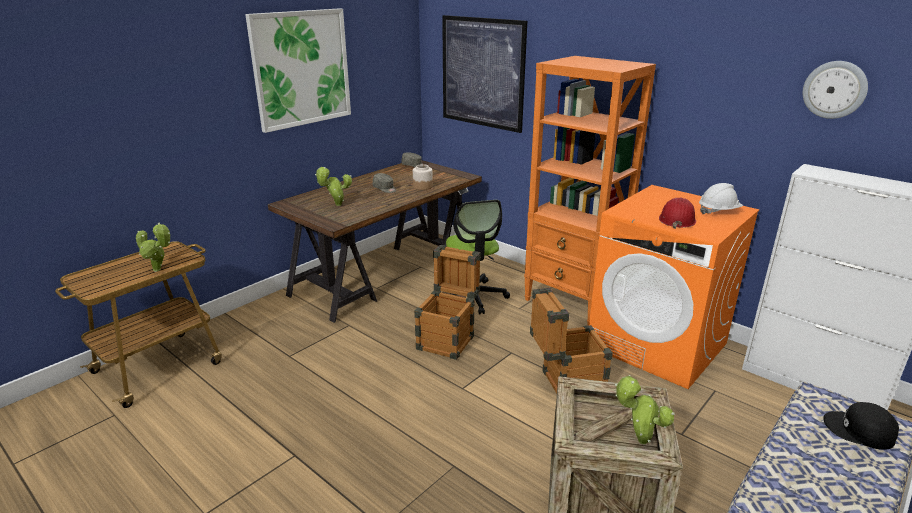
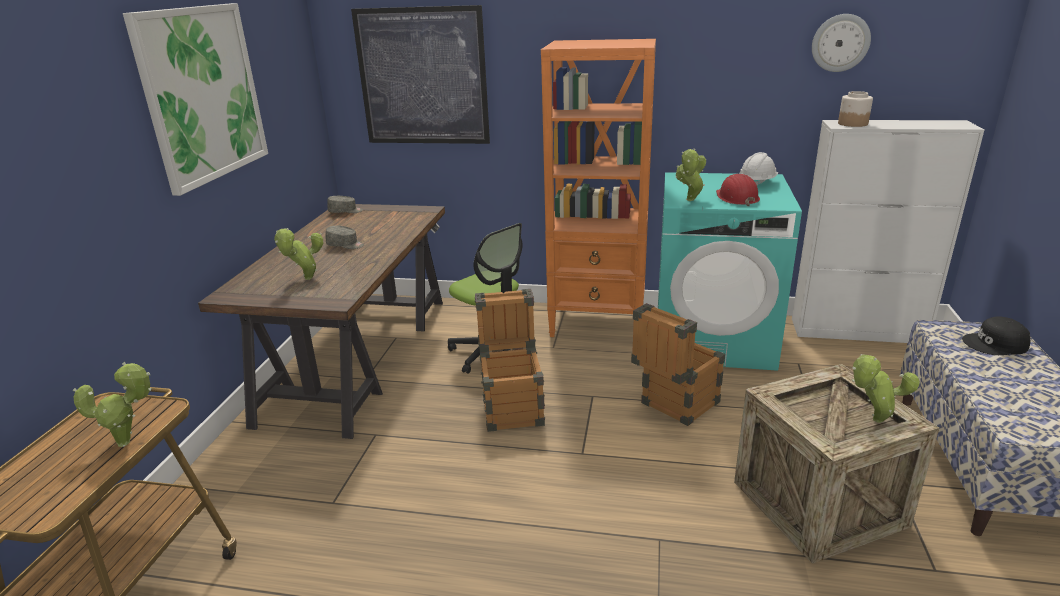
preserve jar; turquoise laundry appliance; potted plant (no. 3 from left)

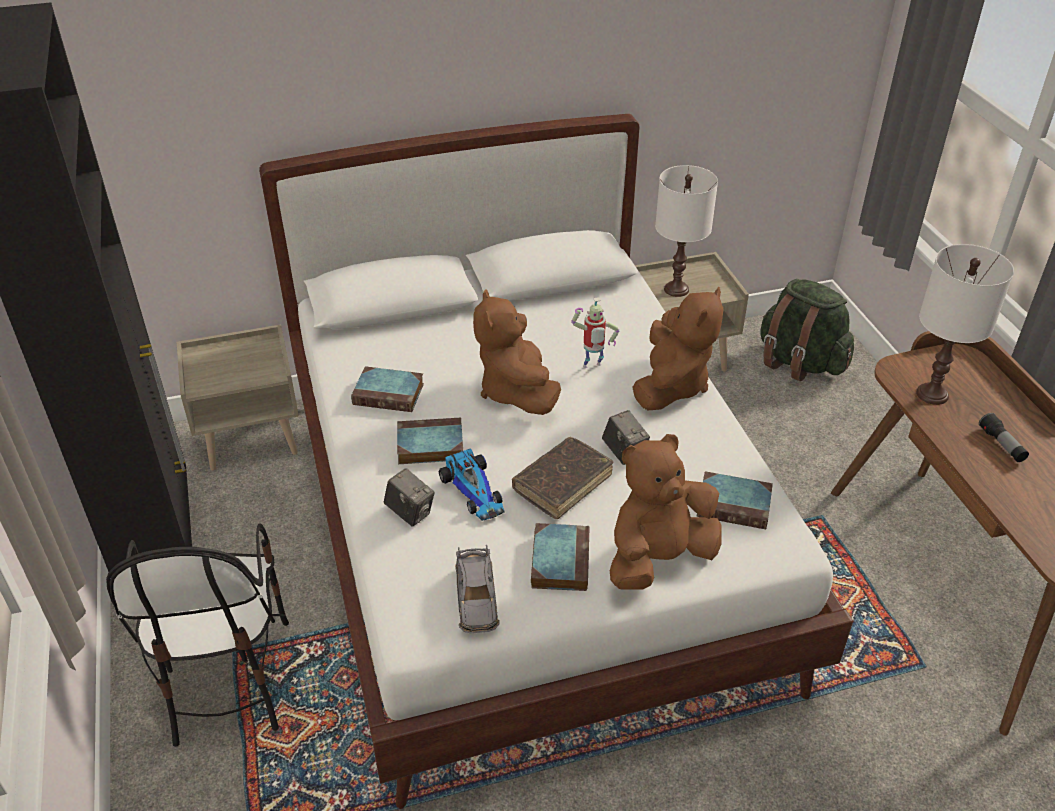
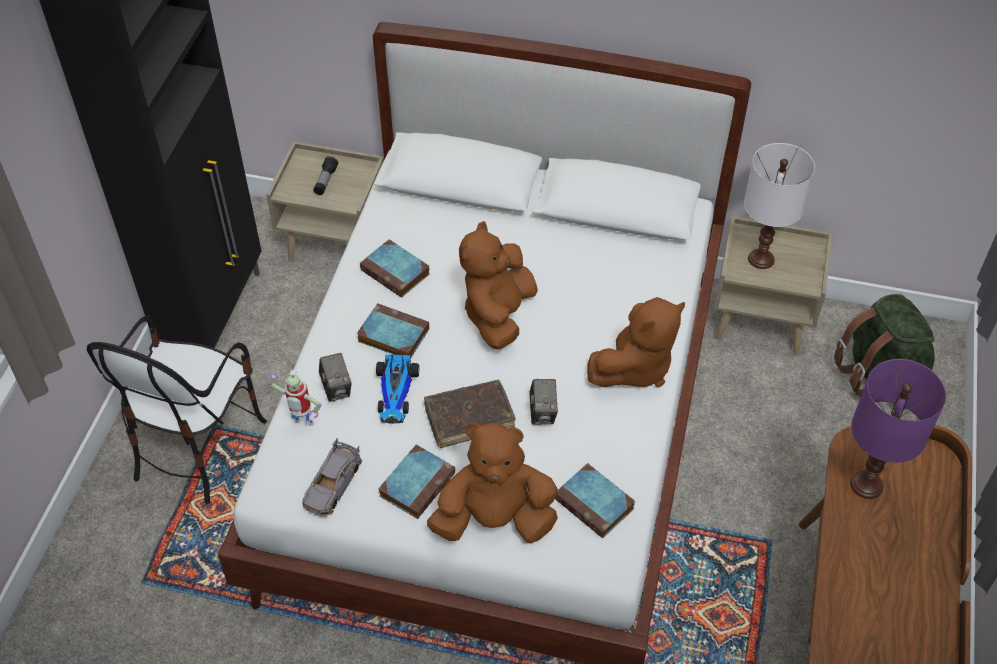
robot figure; purple-coloured tabletop lamp; torch

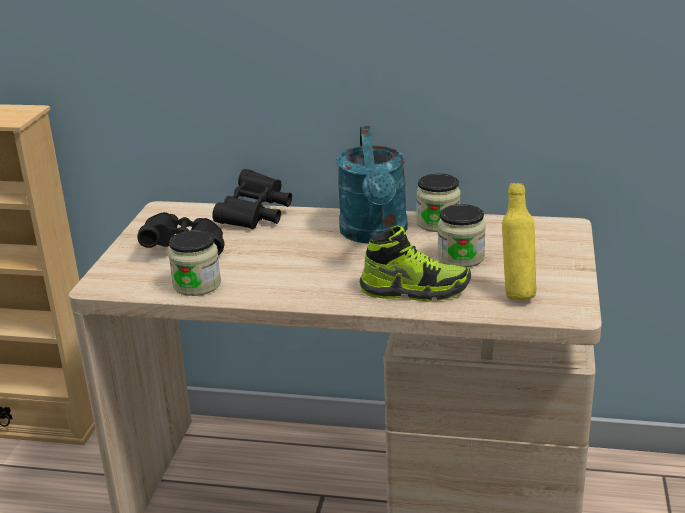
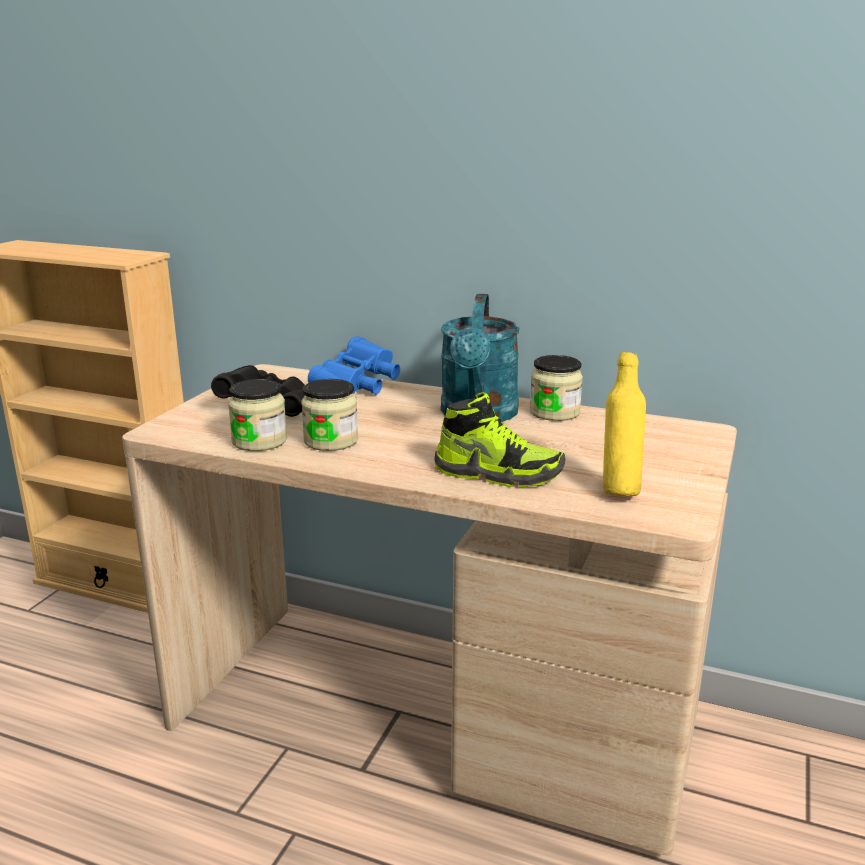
blue binoculars; preserve jar (no. 2 from left)

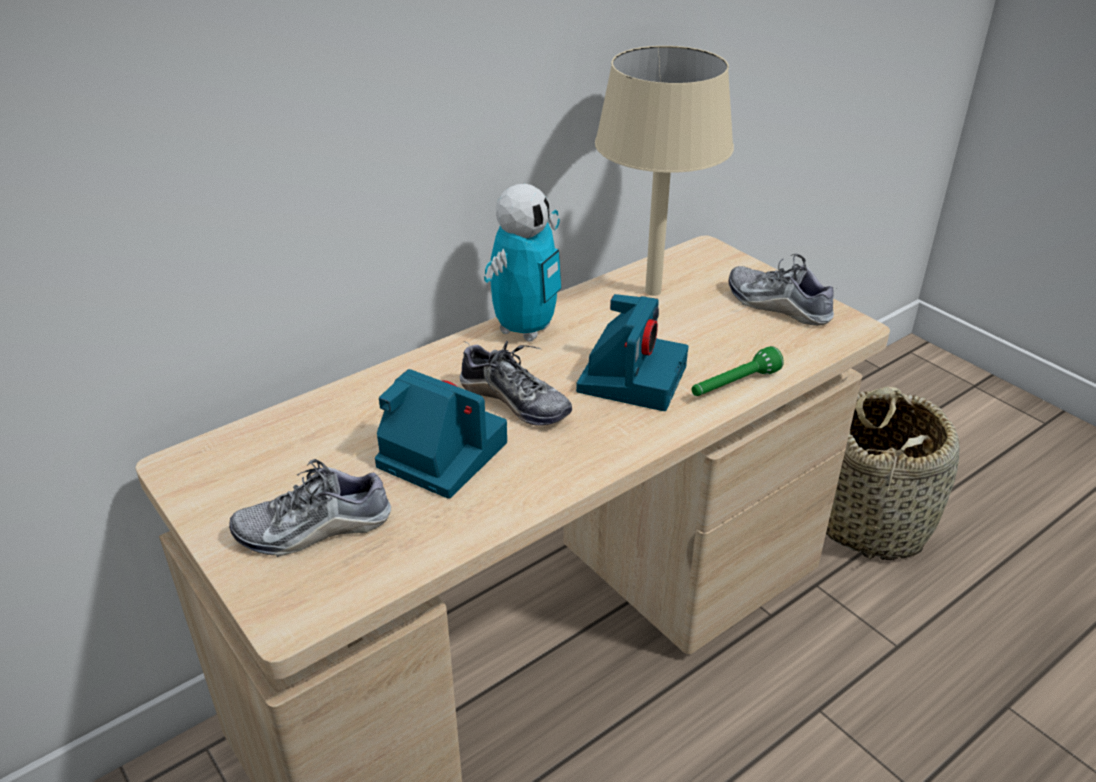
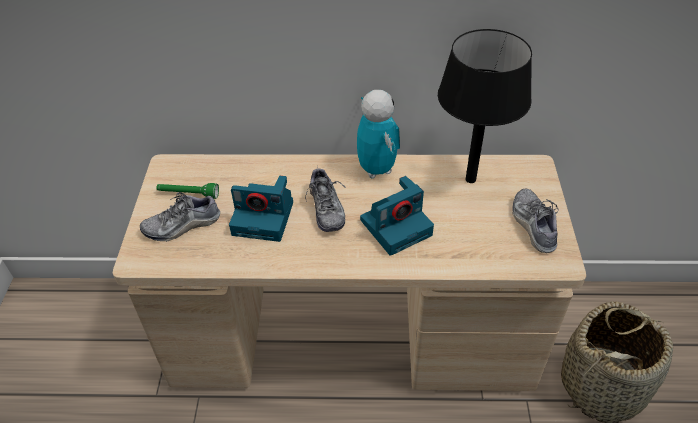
shoe (no. 1 from left); still camera (no. 1 from left); robot figure; black-coloured tabletop lamp; greenish torch

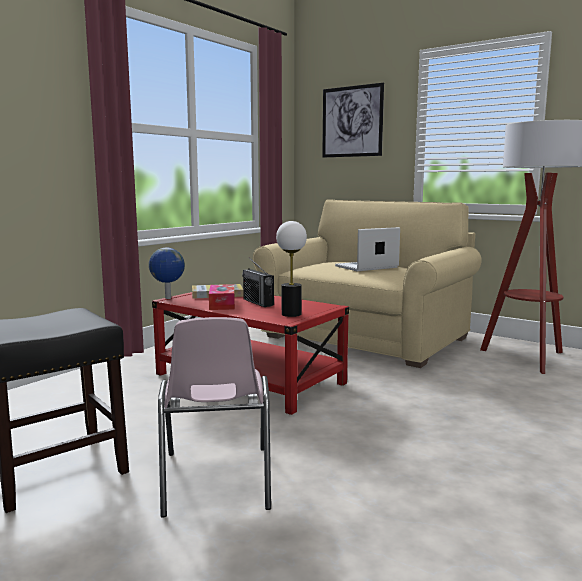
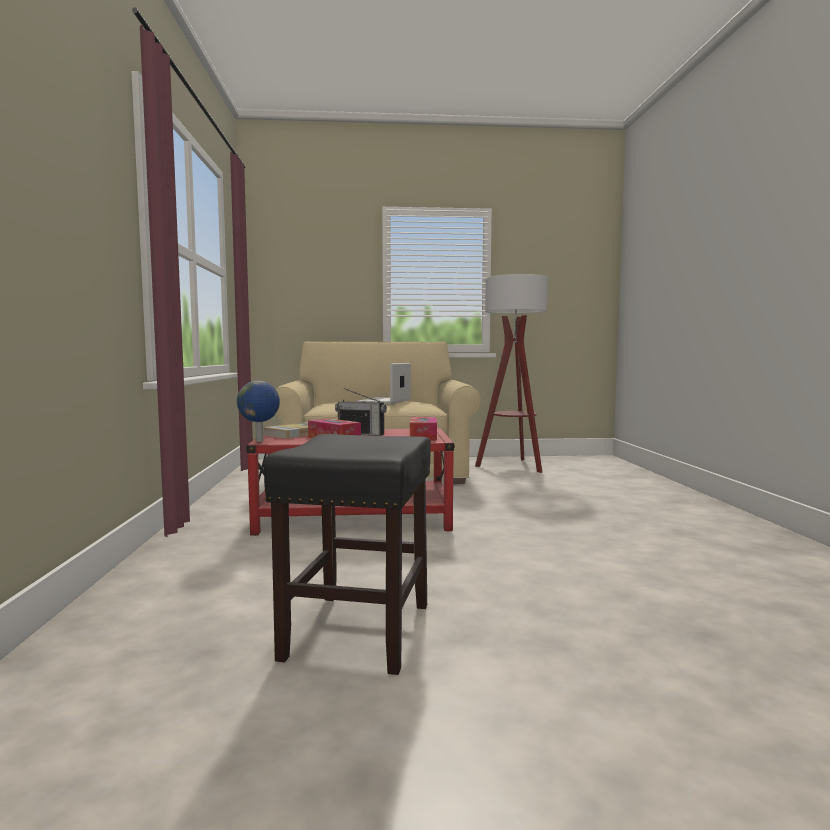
pinkish chair; tissue box (no. 2 from left); wall picture

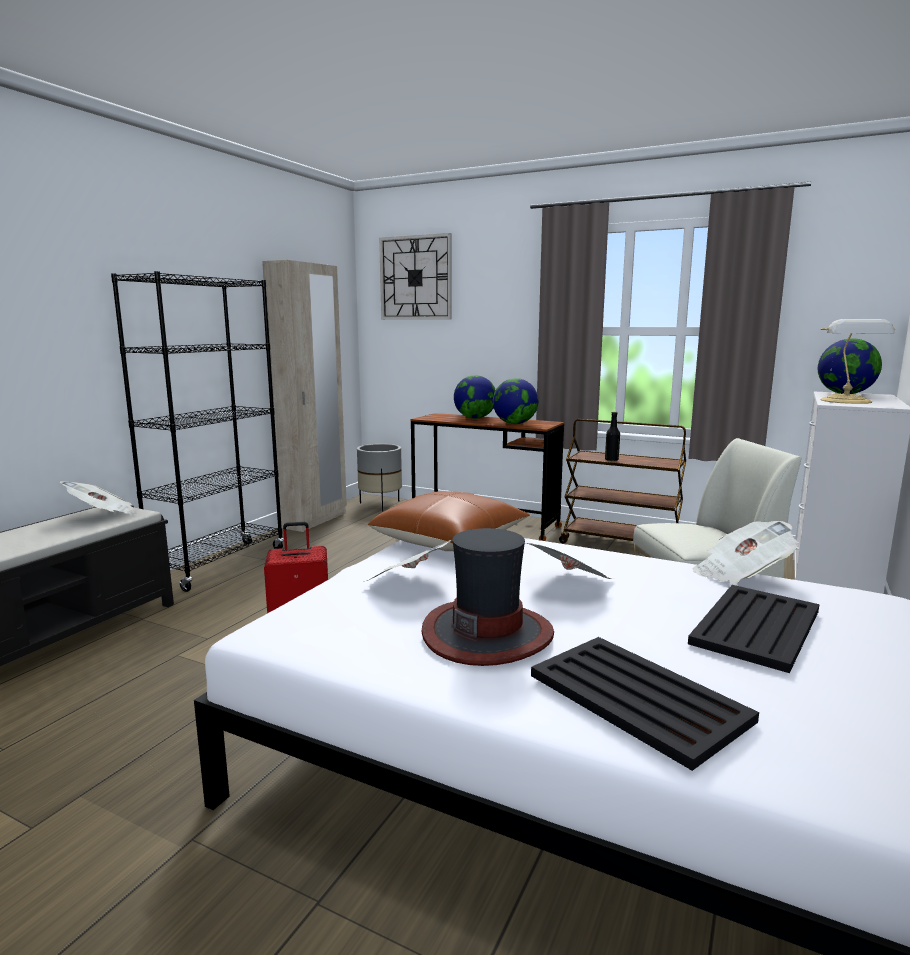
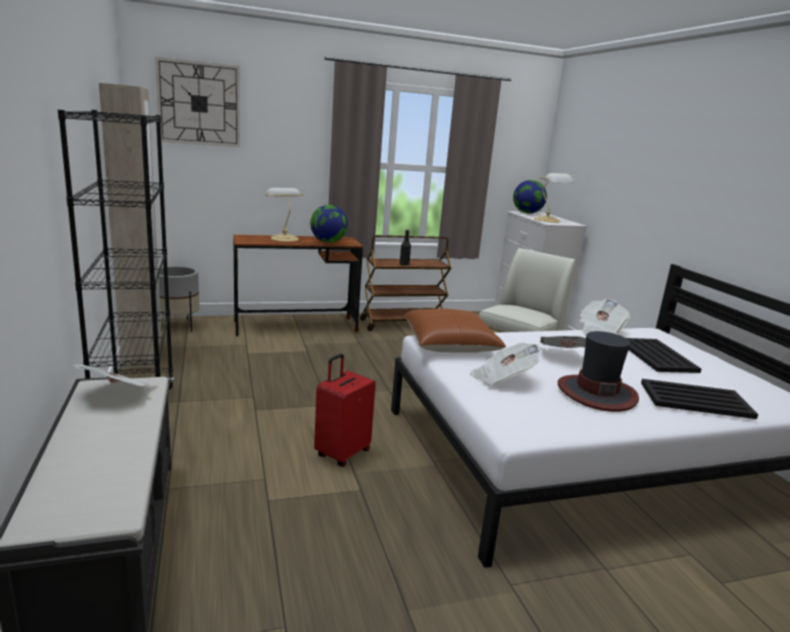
tabletop lamp (no. 1 from left)

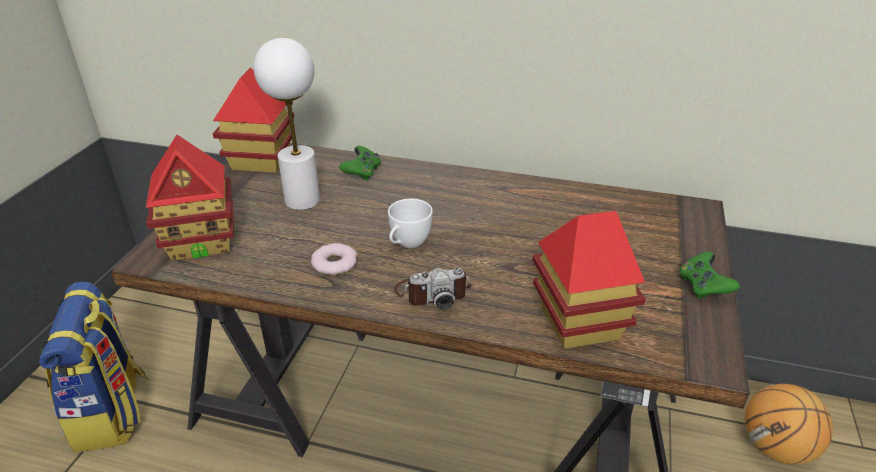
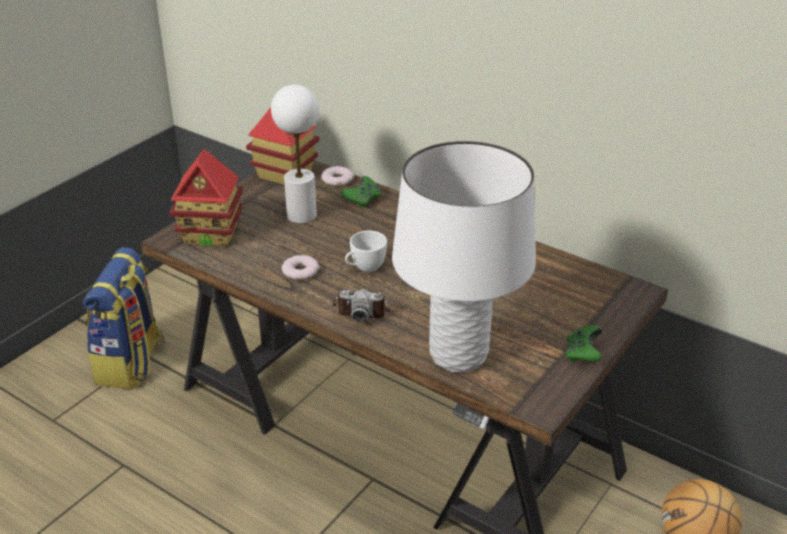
white-coloured tabletop lamp (no. 2 from left); donut (no. 2 from left)

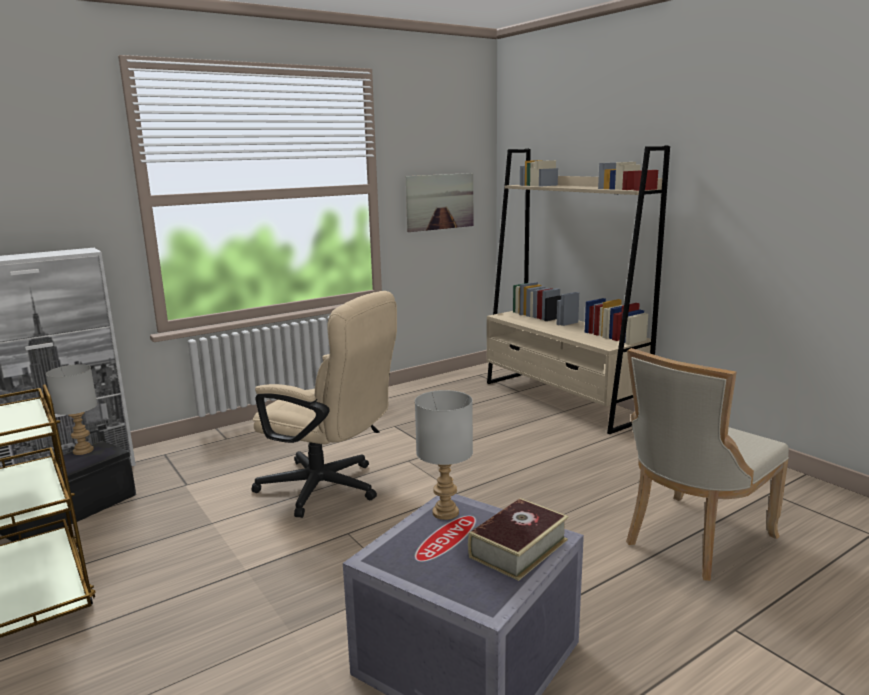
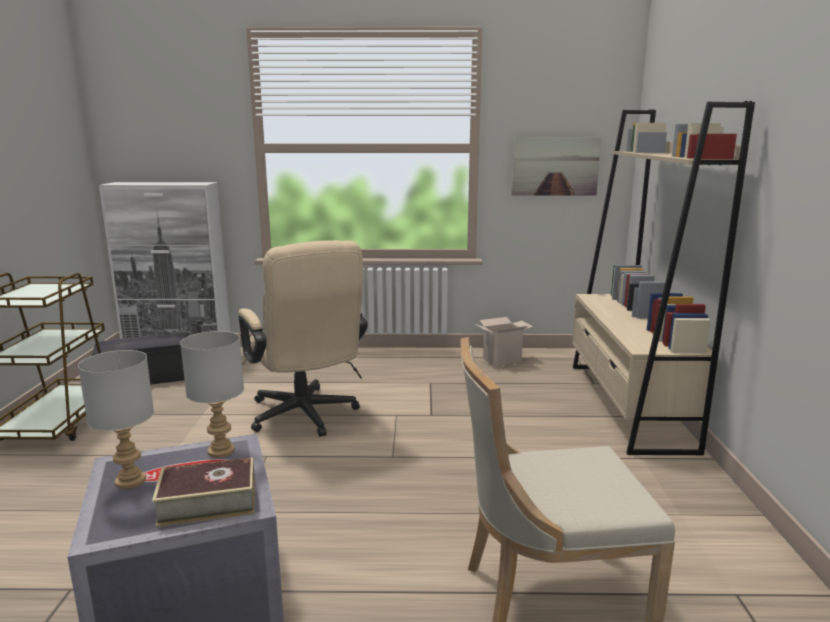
greyish tabletop lamp (no. 1 from left); carton

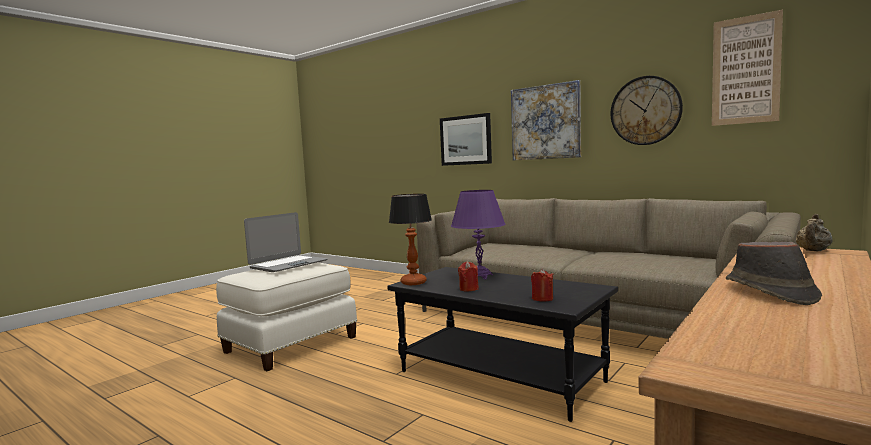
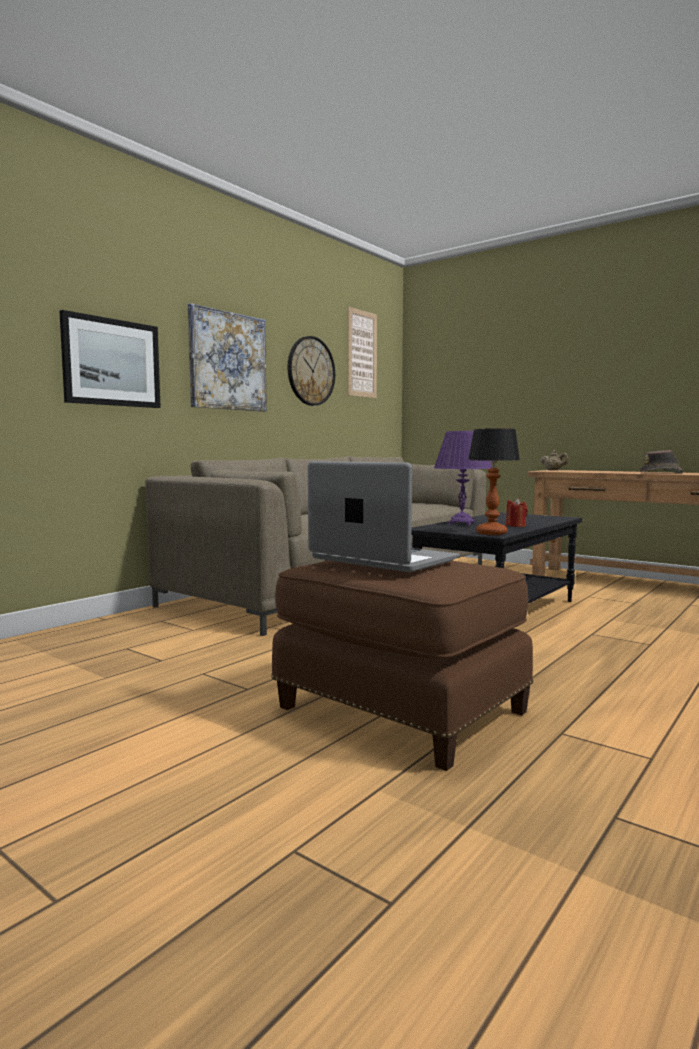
brownish pouffe; red candle (no. 2 from left in the first image)

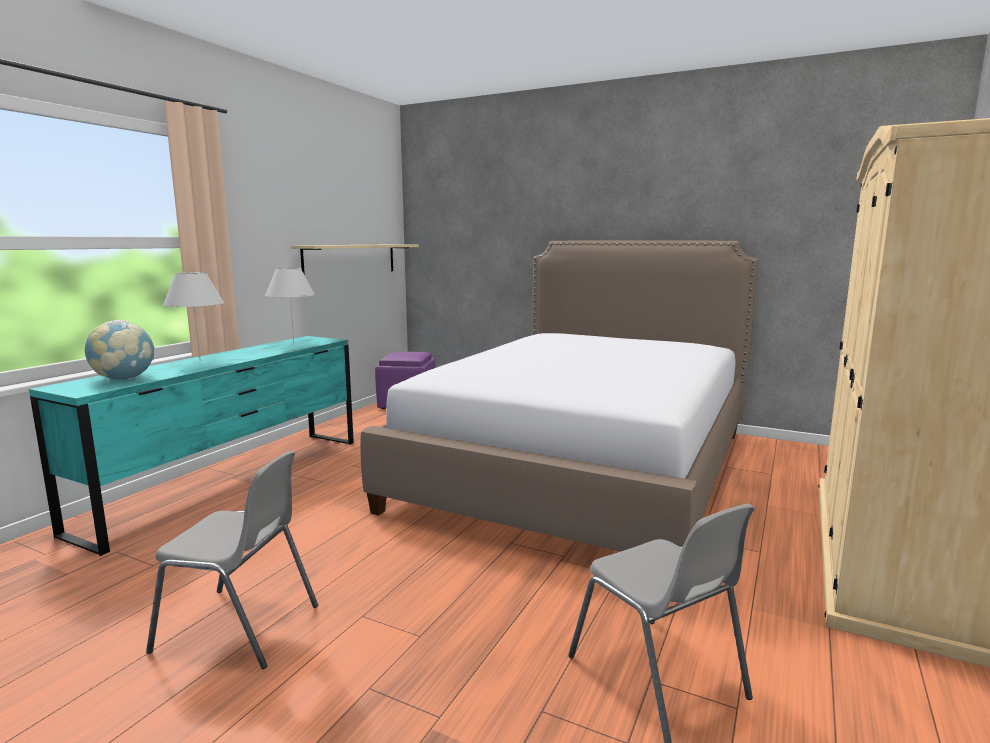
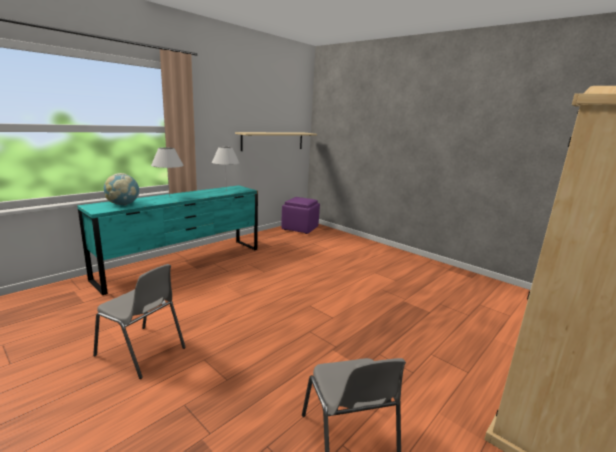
sleeping bed

